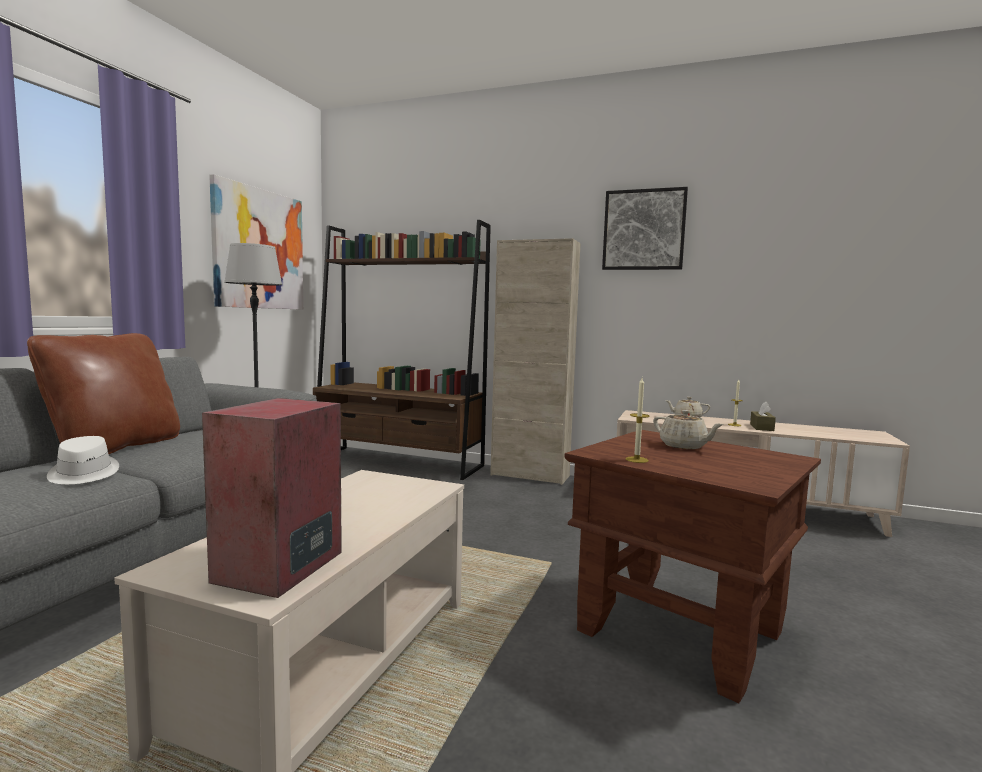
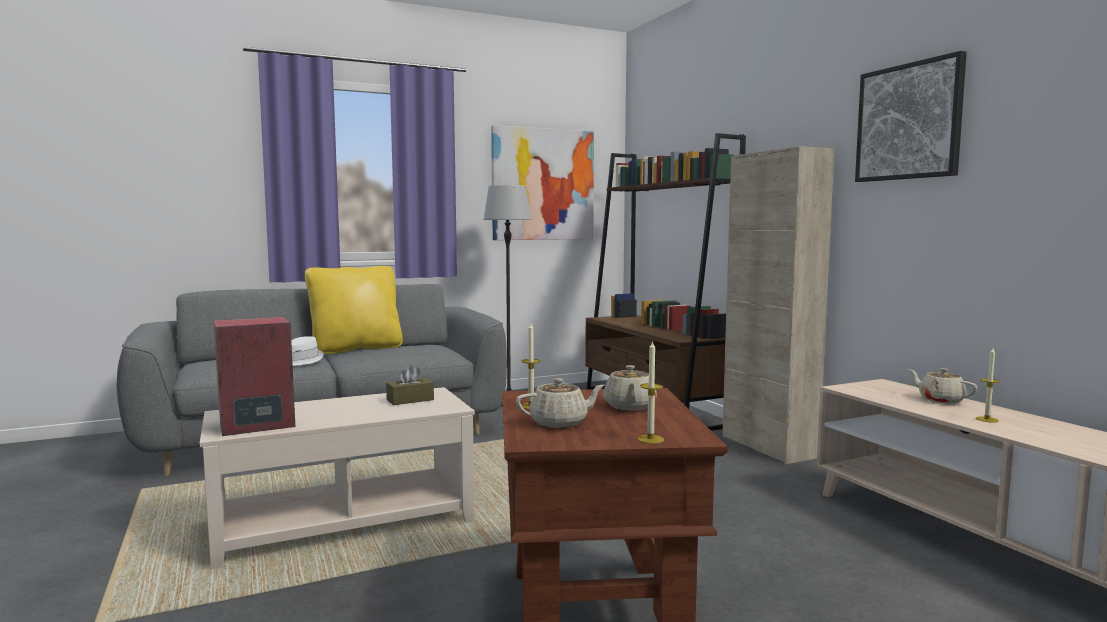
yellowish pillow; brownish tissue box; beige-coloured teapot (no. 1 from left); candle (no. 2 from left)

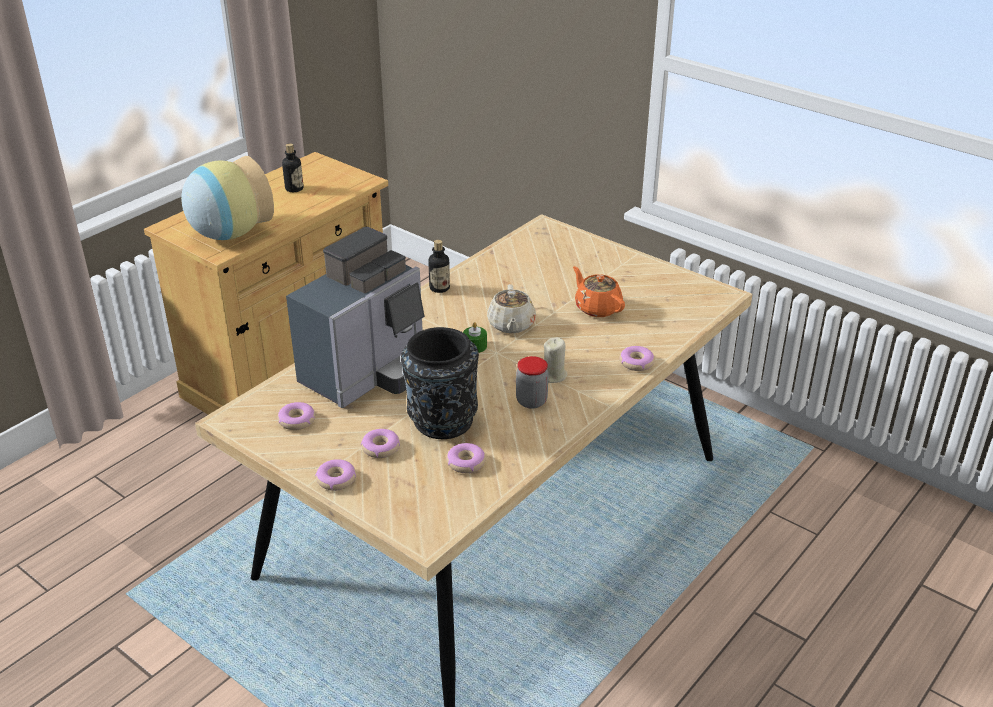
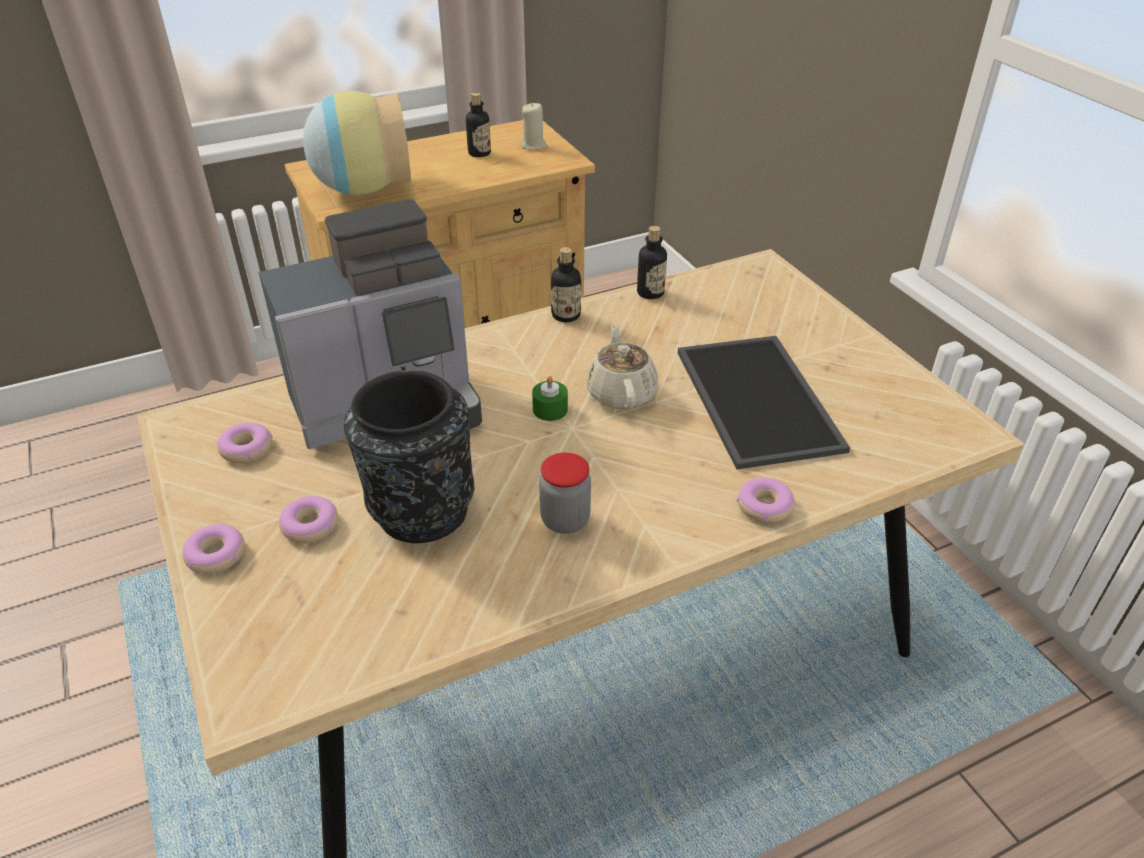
donut (no. 4 from left in the first image); beige-coloured teapot; beige-coloured candle; tray; bottle (no. 3 from left)

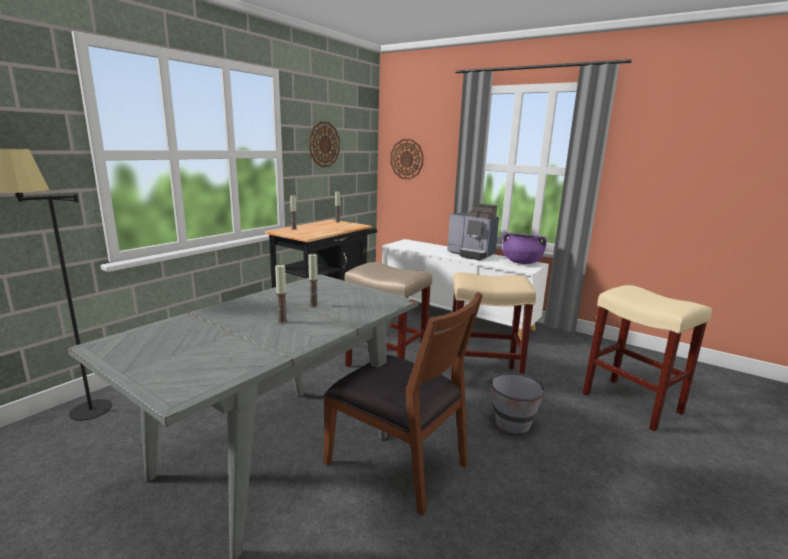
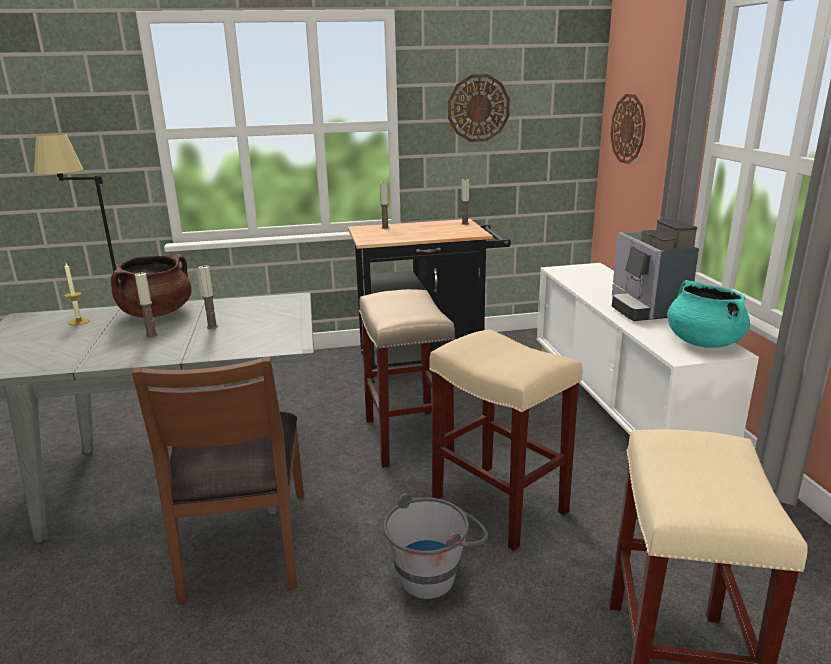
turquoise stockpot; candle (no. 1 from left); brownish stockpot

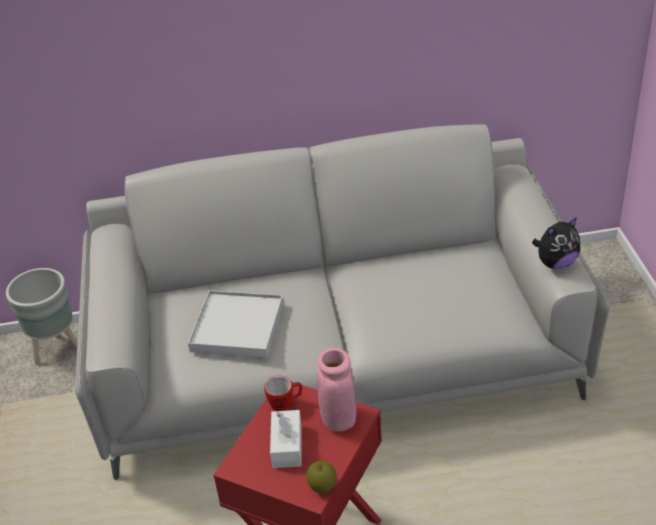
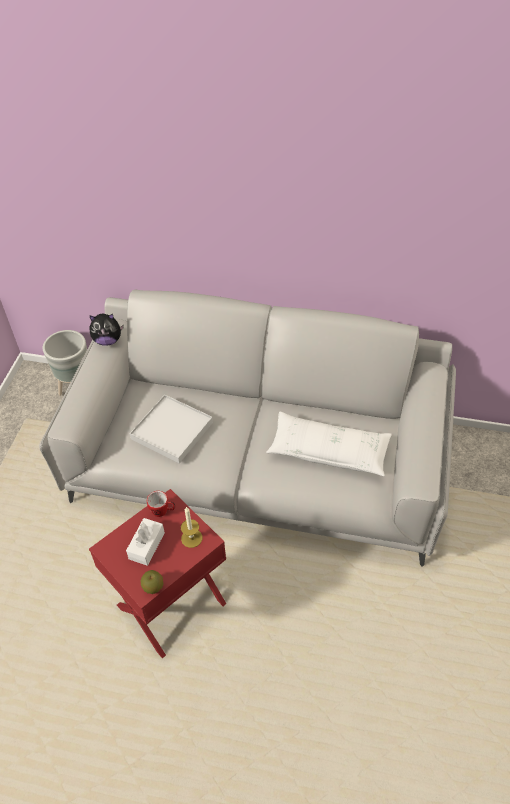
candle; soft toy; white-coloured pillow

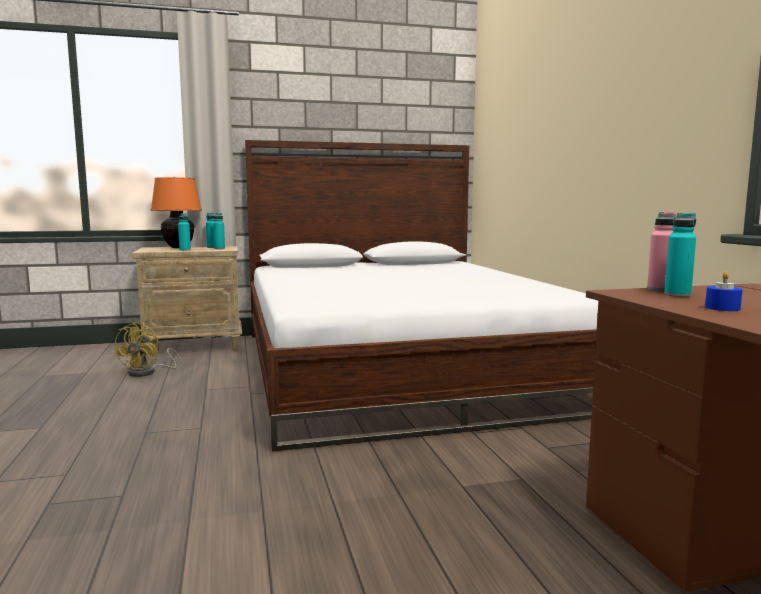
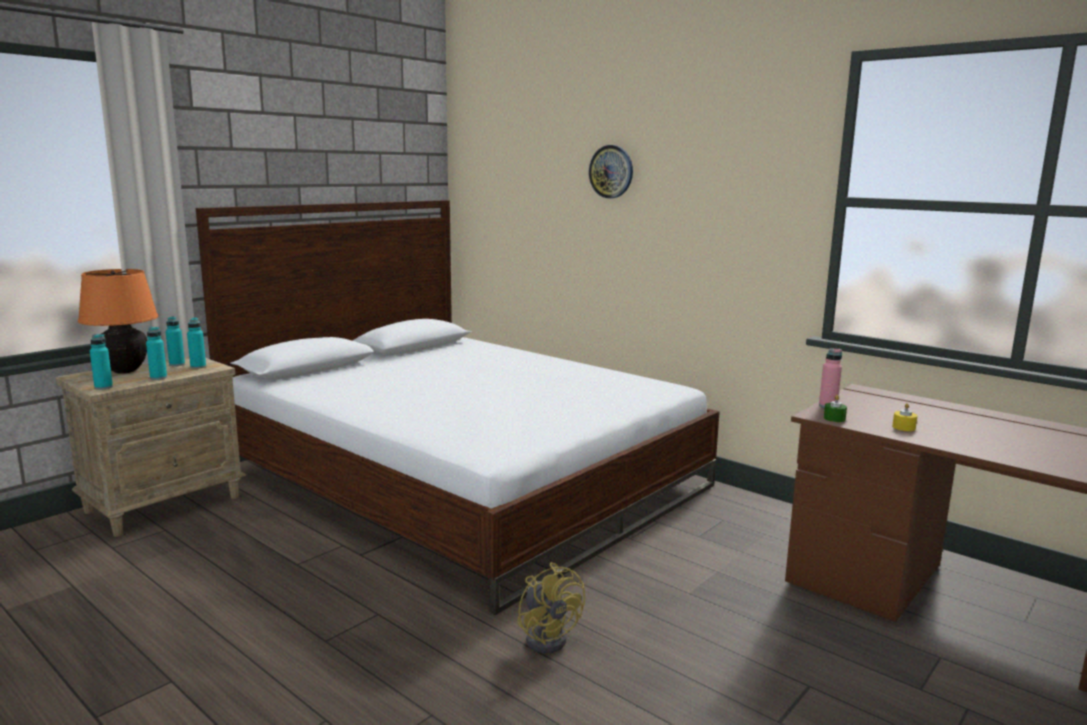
yellowish electric fan; turquoise bottle (no. 1 from left); yellowish candle; wall clock; greenish candle

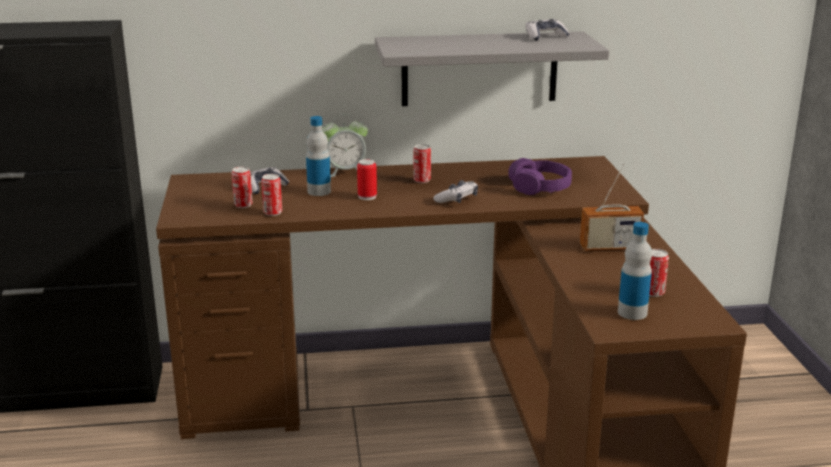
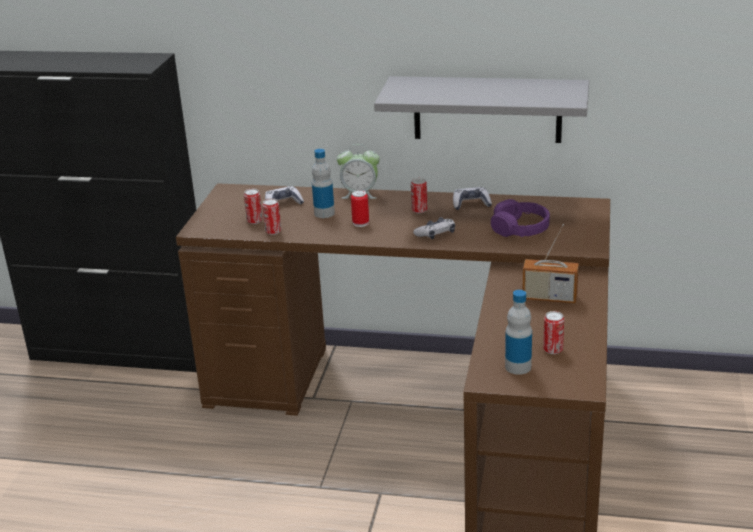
joypad (no. 3 from left)

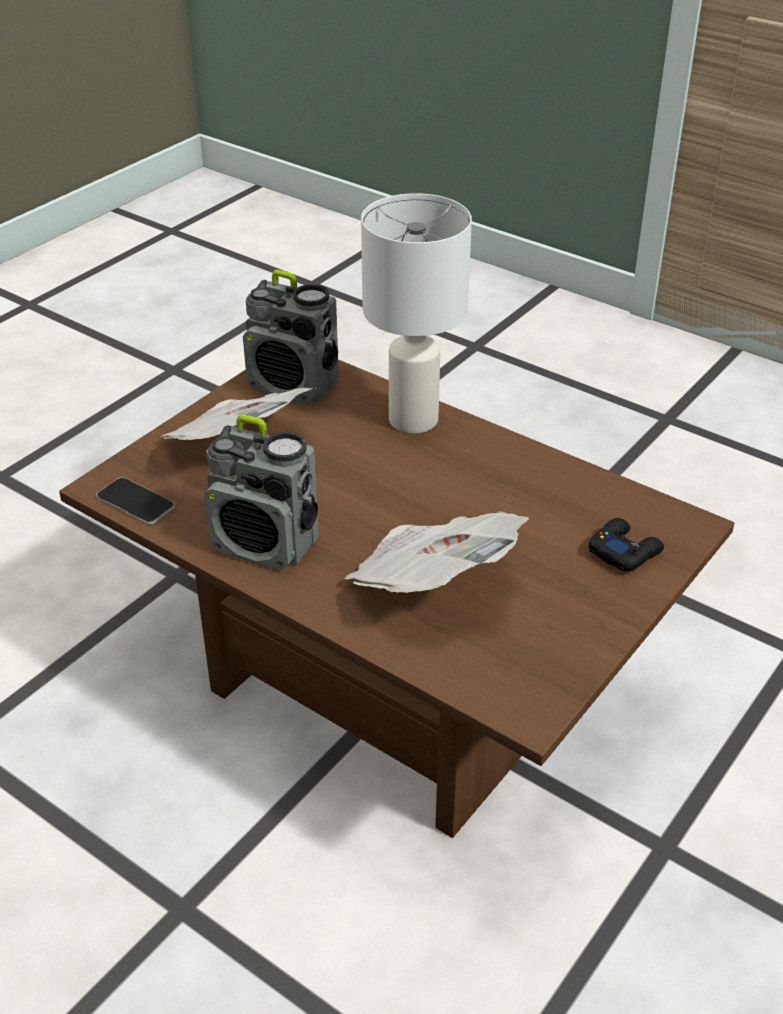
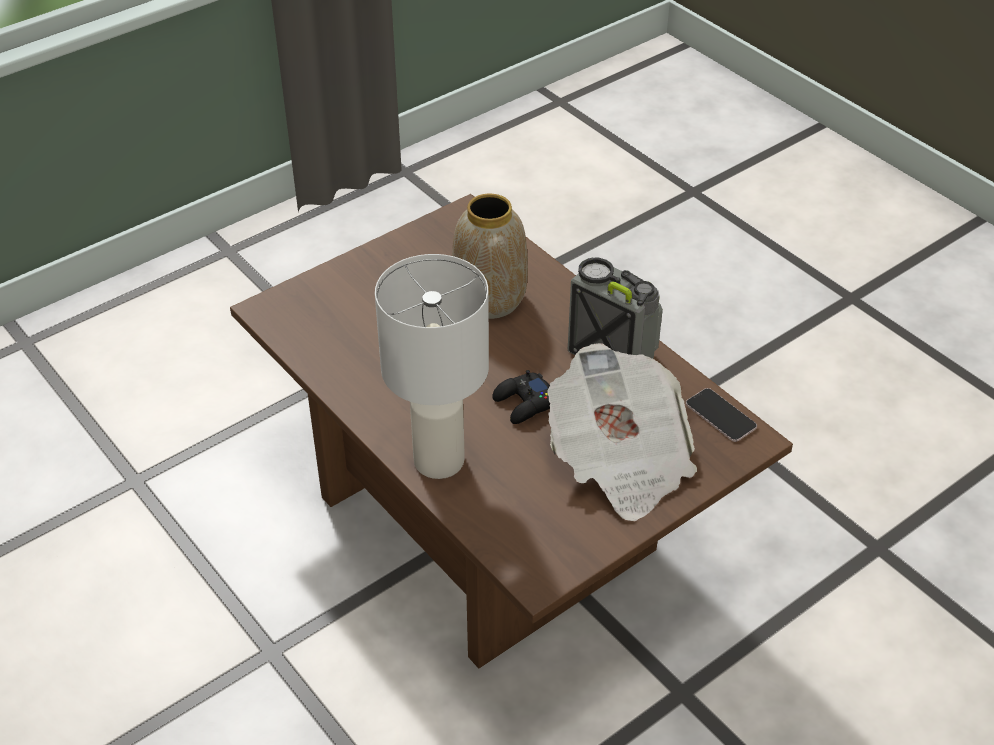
radio set (no. 2 from left in the first image); decorative vase; black-coloured joypad

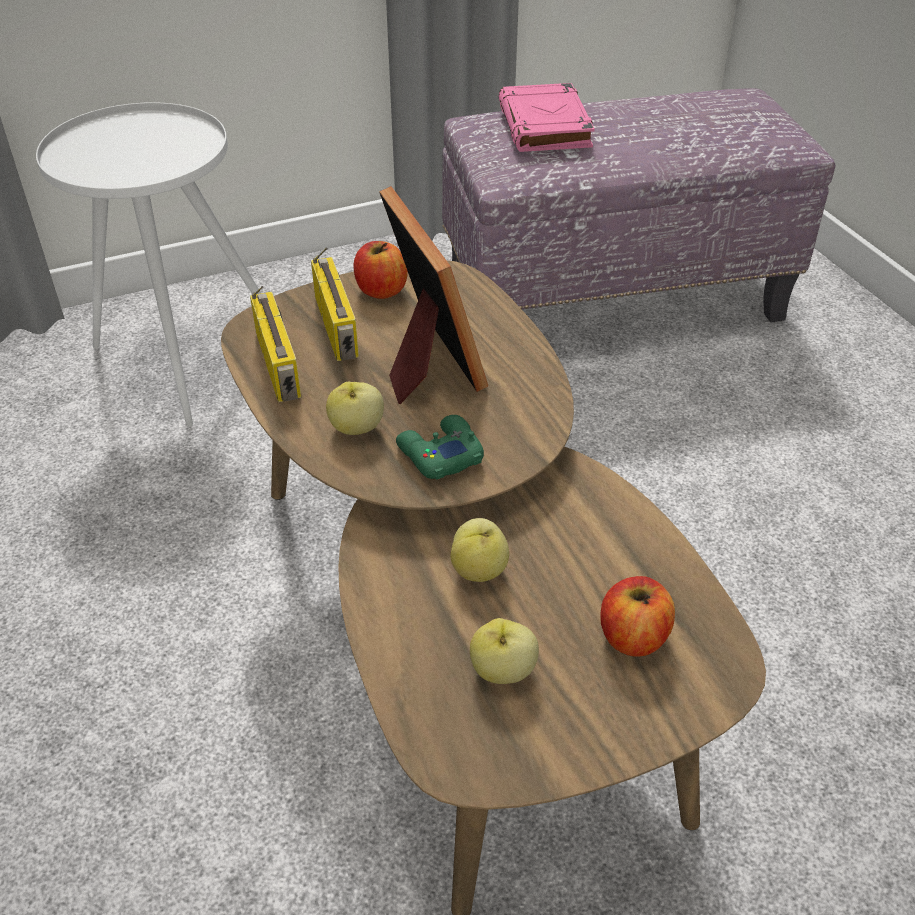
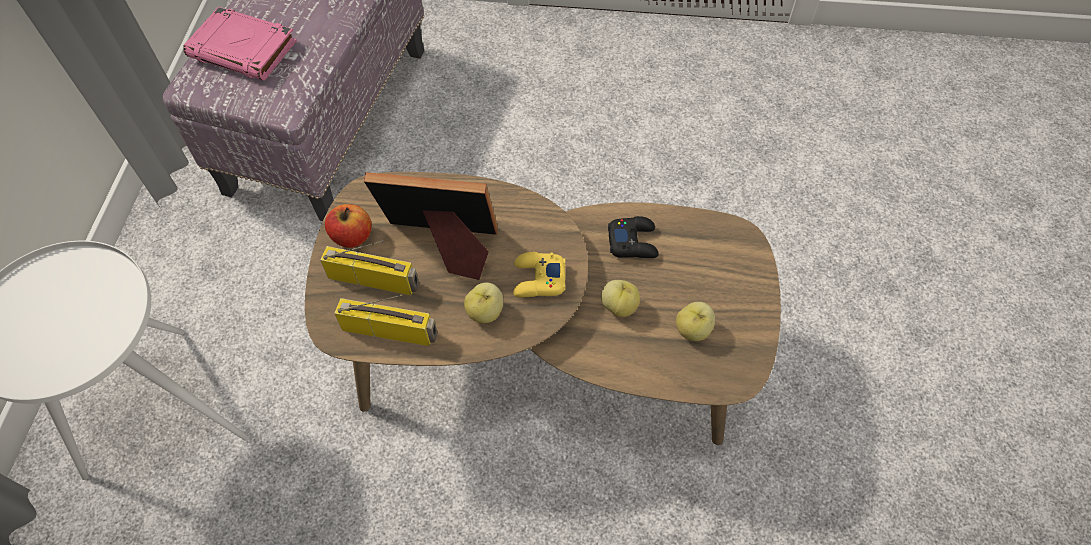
yellowish joypad; apple (no. 5 from left in the first image); black-coloured joypad

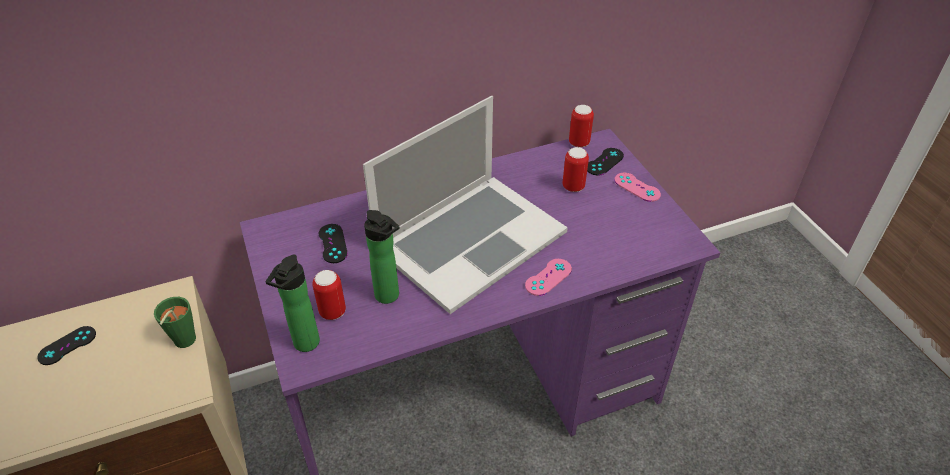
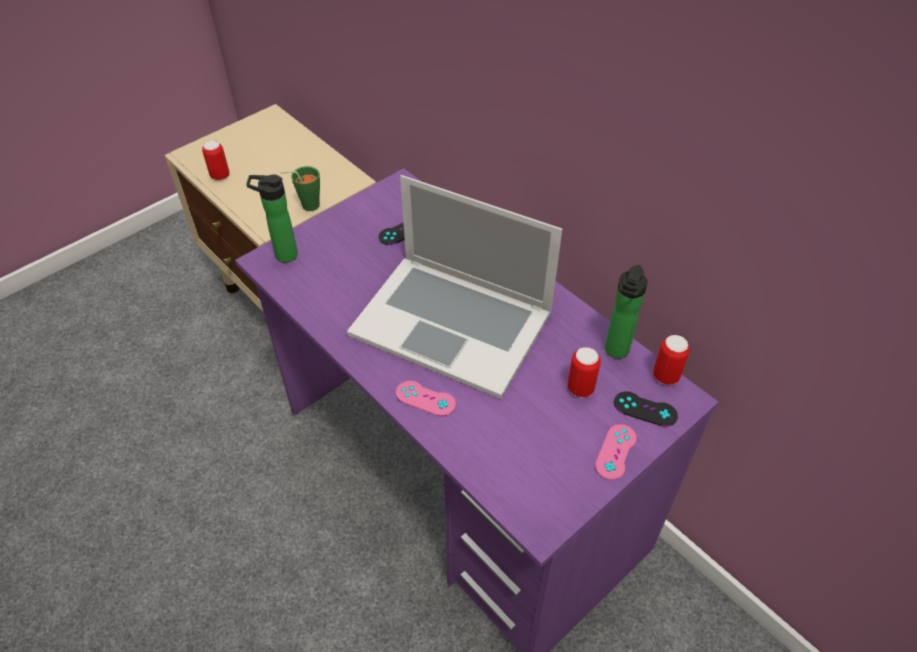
black-coloured joypad (no. 1 from left in the first image); can (no. 1 from left); bottle (no. 2 from left)

